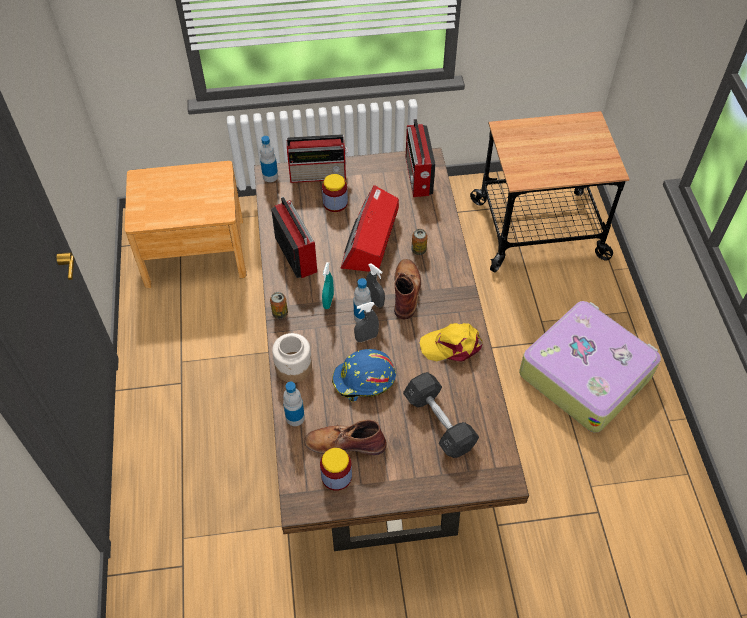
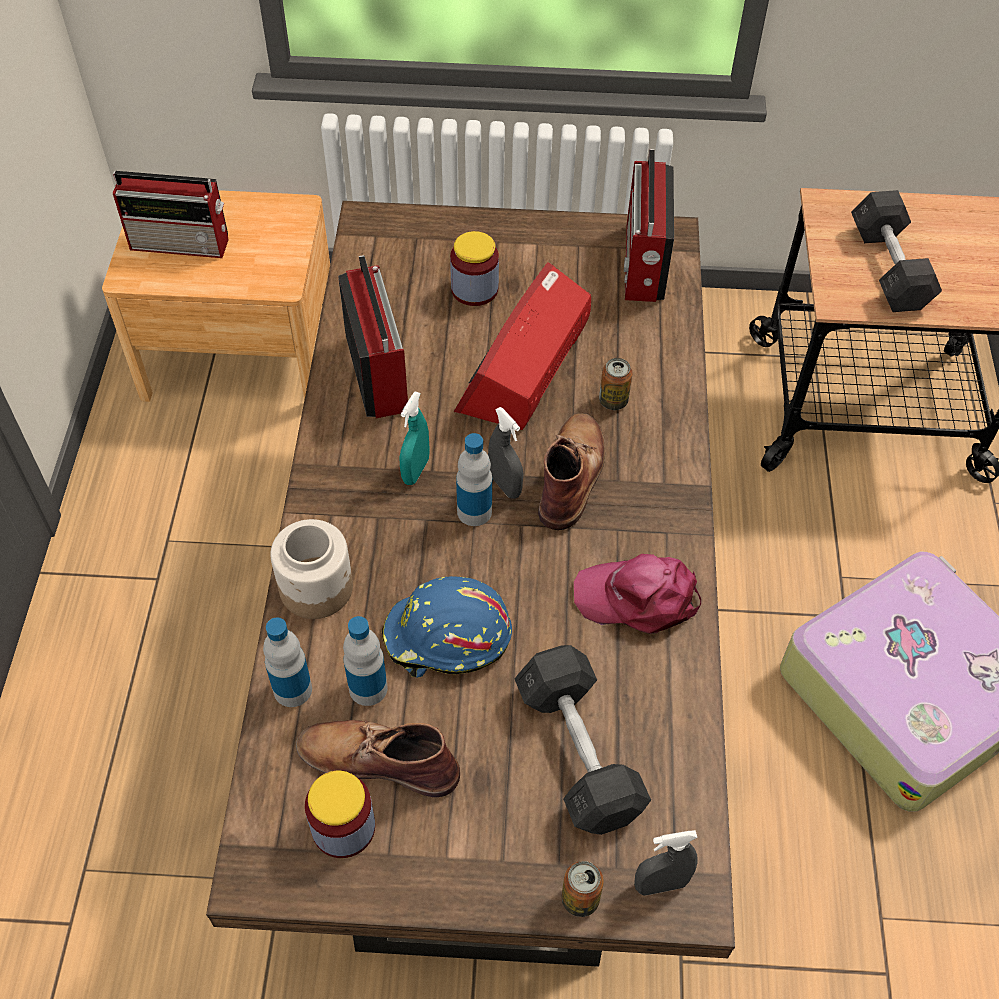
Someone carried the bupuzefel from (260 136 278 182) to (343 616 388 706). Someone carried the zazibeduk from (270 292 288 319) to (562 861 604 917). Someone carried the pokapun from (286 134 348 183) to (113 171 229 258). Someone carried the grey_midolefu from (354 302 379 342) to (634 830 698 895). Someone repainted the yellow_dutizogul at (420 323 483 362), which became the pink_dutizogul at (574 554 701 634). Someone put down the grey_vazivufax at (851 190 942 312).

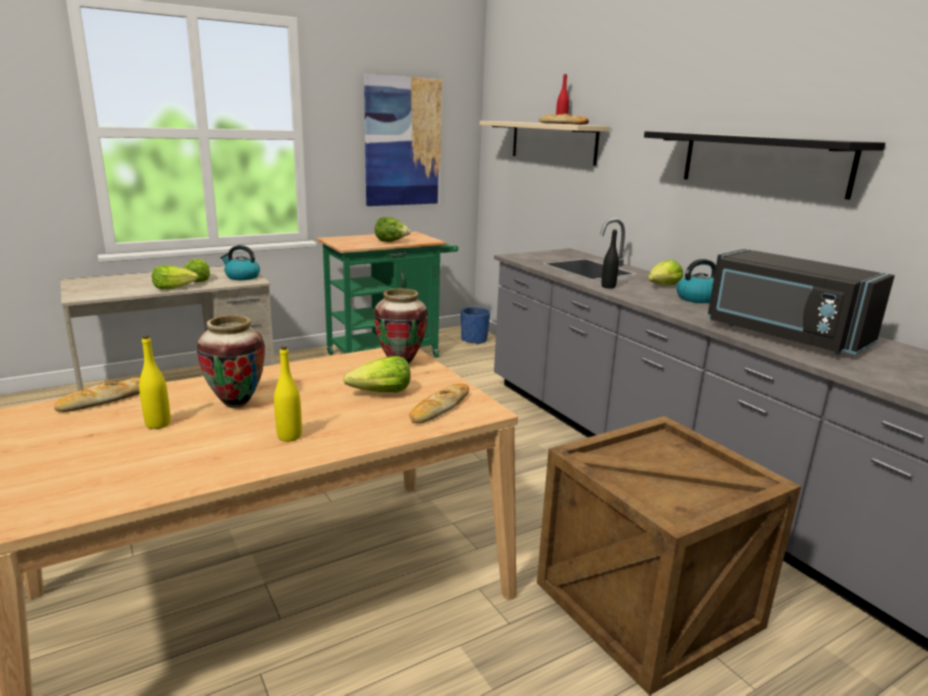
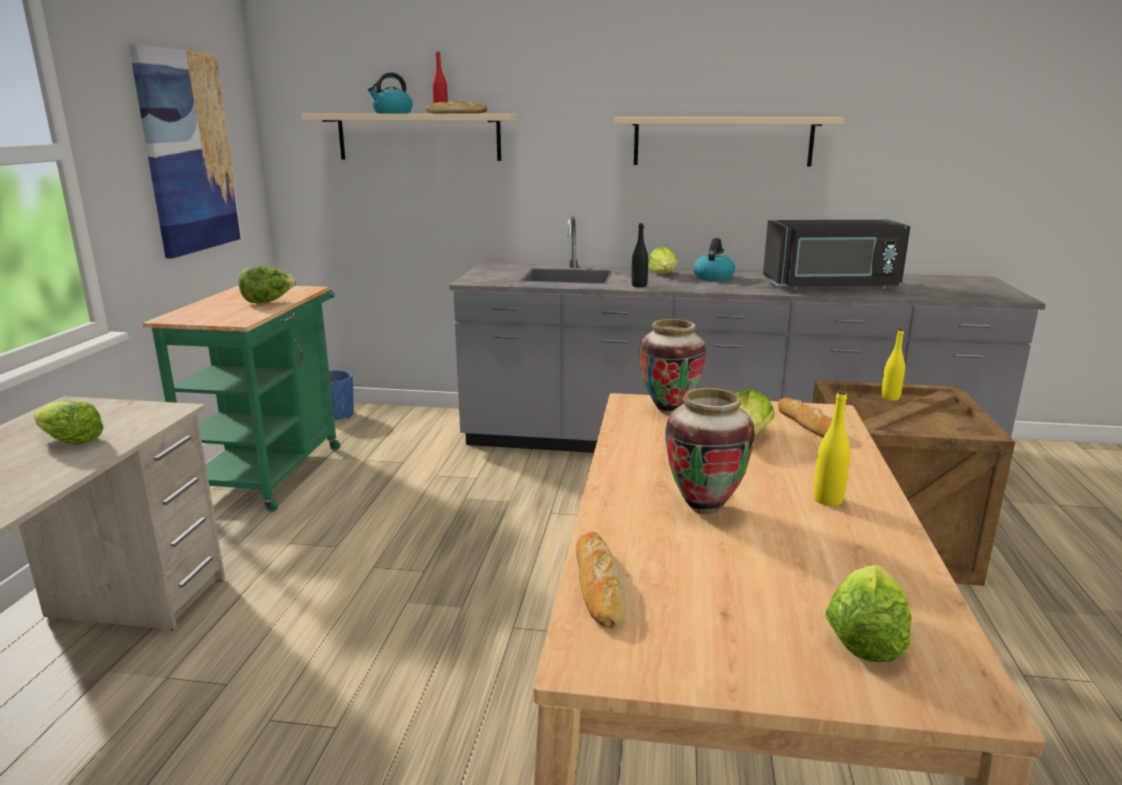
Someone carried the yellow_bupuzefel from (139 335 170 429) to (881 329 905 401). Someone carried the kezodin from (152 265 198 289) to (825 565 912 662). Someone carried the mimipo from (220 245 260 280) to (367 72 413 113). Someone repainted the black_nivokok at (644 131 885 200), which became the beige_nivokok at (614 117 844 167).

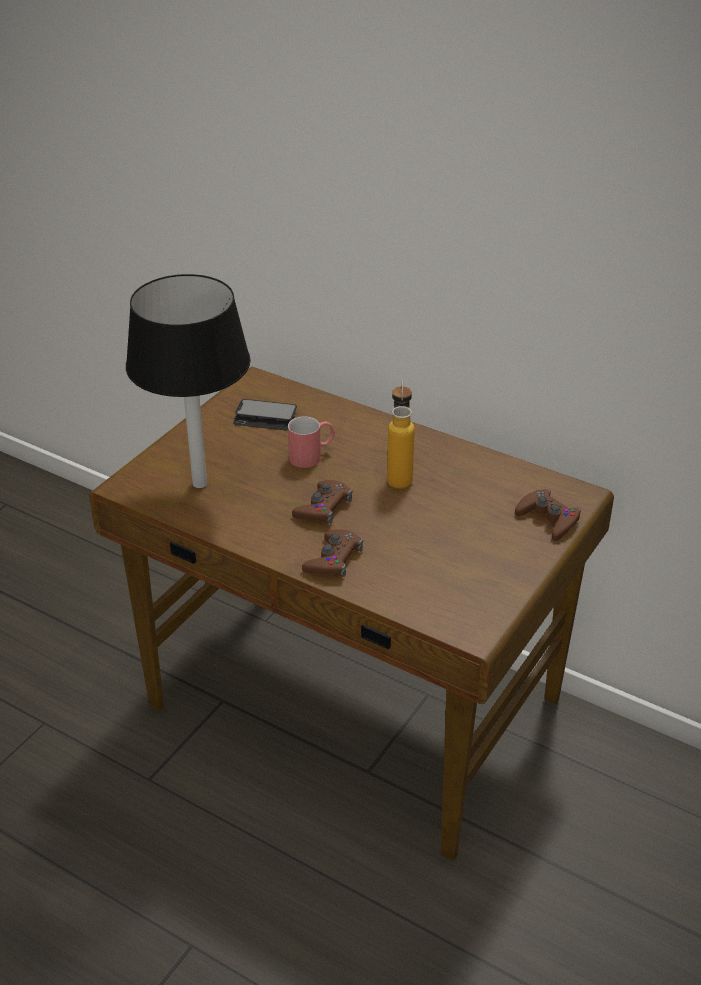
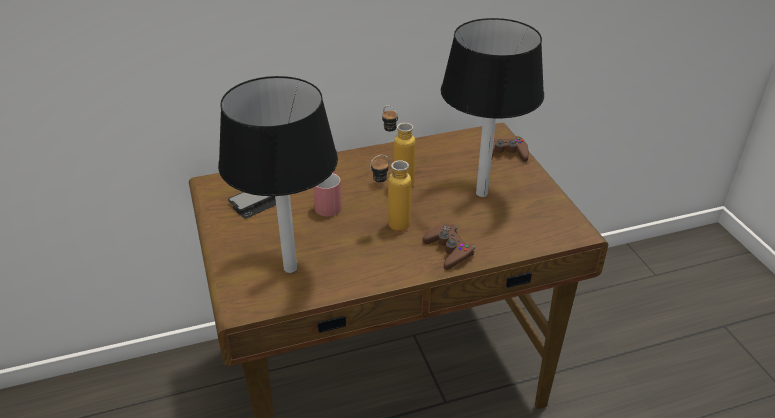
Someone swapped the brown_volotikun at (292 480 353 524) for the bupuzefel at (370 155 411 231). Someone put down the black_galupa at (441 18 544 197).

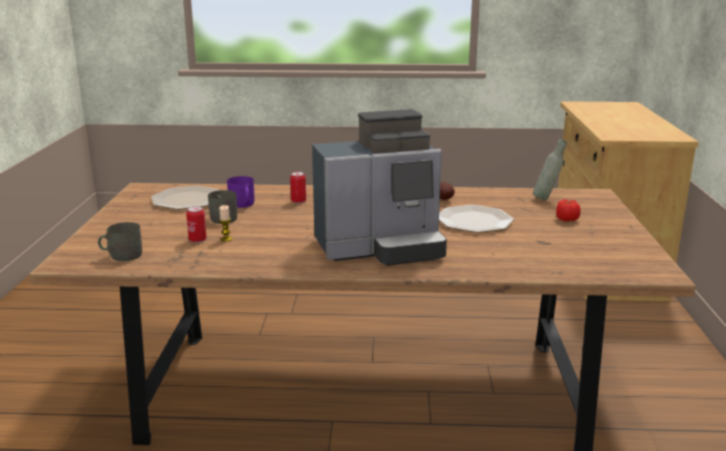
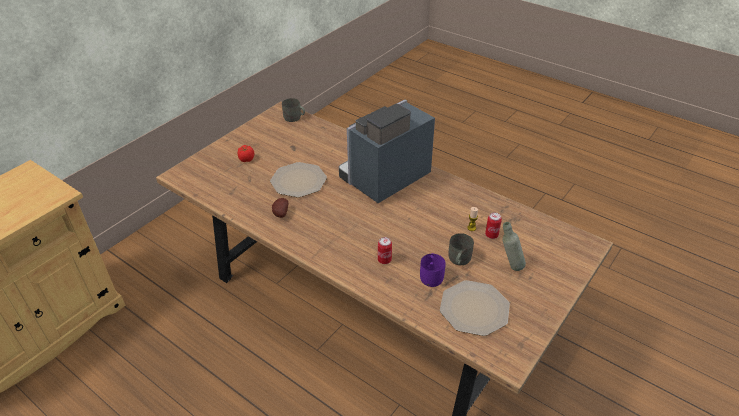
Someone carried the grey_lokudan from (98 222 142 261) to (282 98 305 122). Someone rotated the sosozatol at (312 109 447 266) by 60 degrees counterclockwise. Someone carried the grey_bupuzefel from (533 139 567 200) to (503 222 526 271).

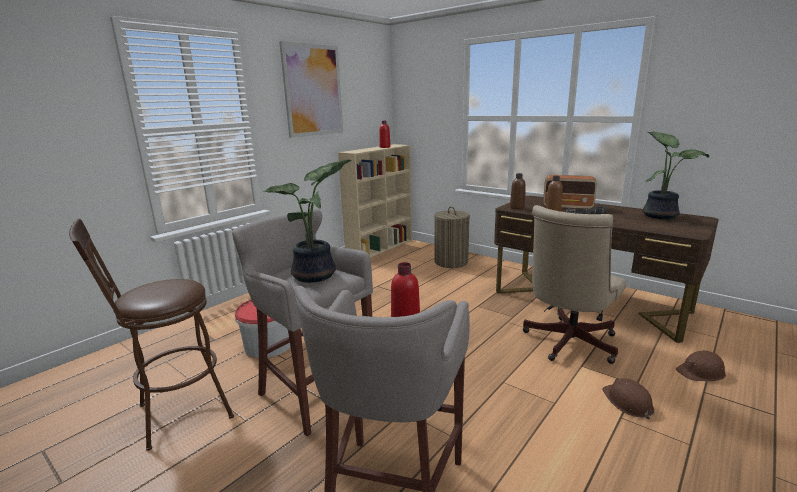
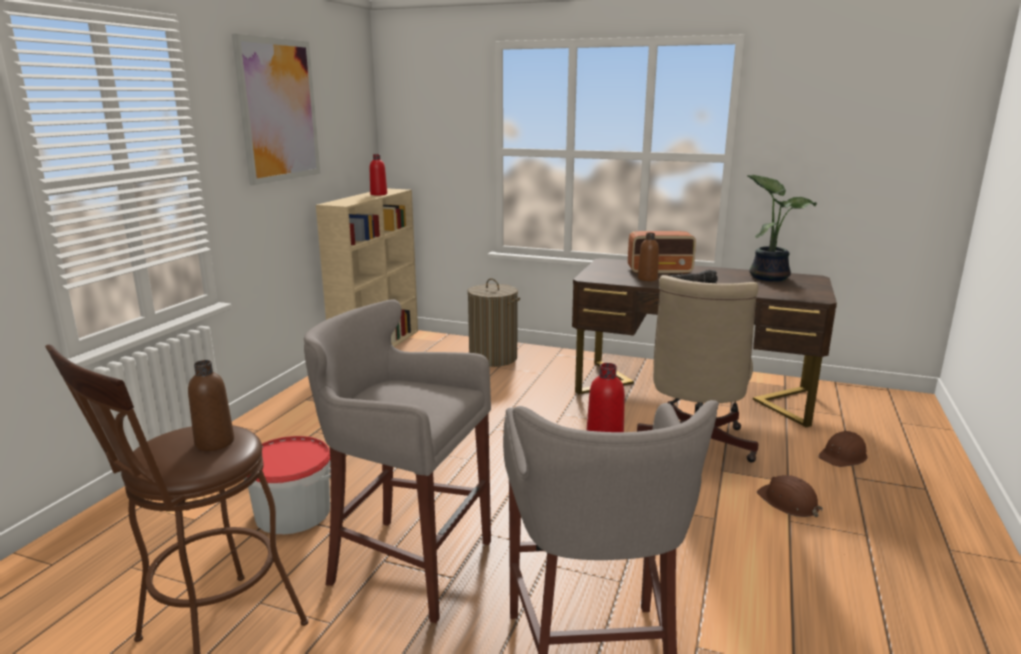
Someone took away the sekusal at (264 159 352 283). Someone carried the brown_bupuzefel from (510 173 526 209) to (188 360 234 451).

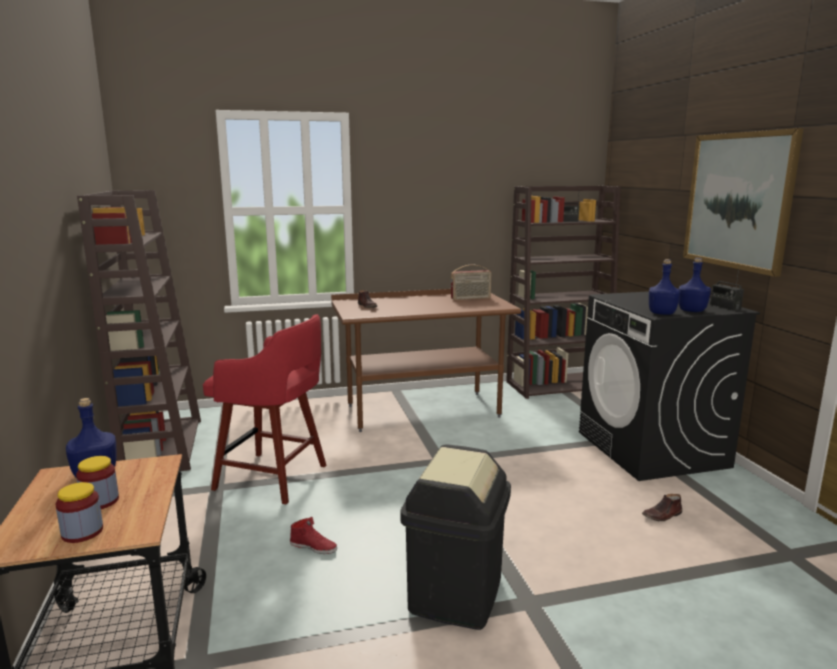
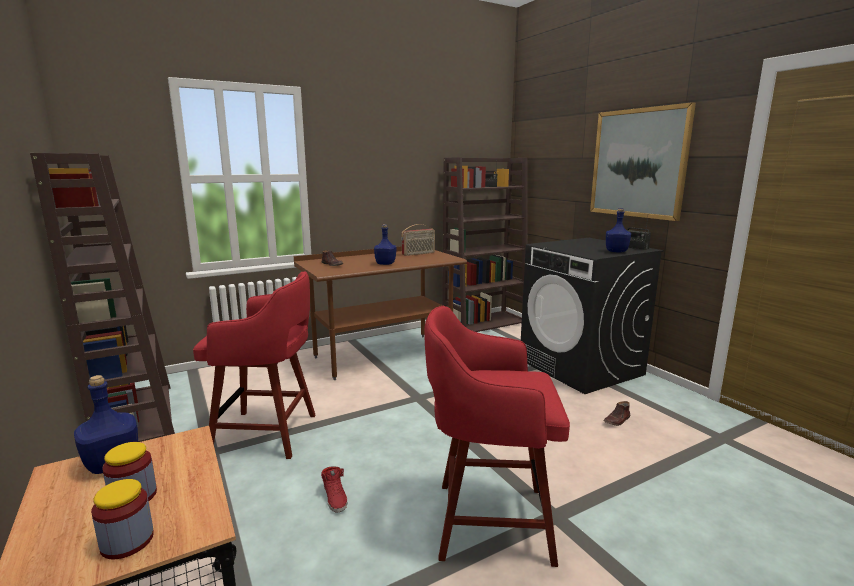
Someone rotated the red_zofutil at (290 517 337 554) by 60 degrees clockwise. Someone swapped the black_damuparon at (400 444 511 630) for the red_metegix at (424 306 570 567). Someone carried the blue_bupuzefel from (649 259 680 315) to (374 224 396 265).

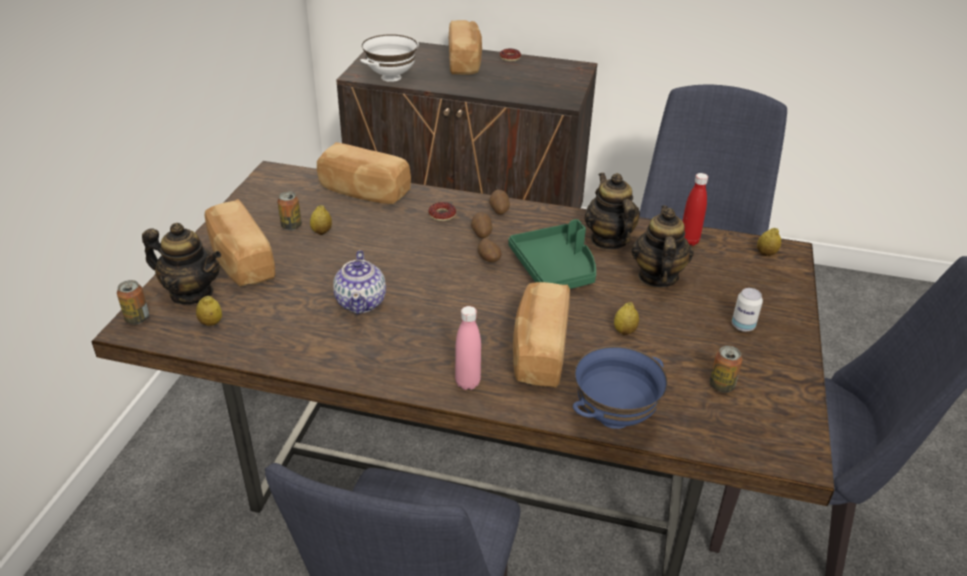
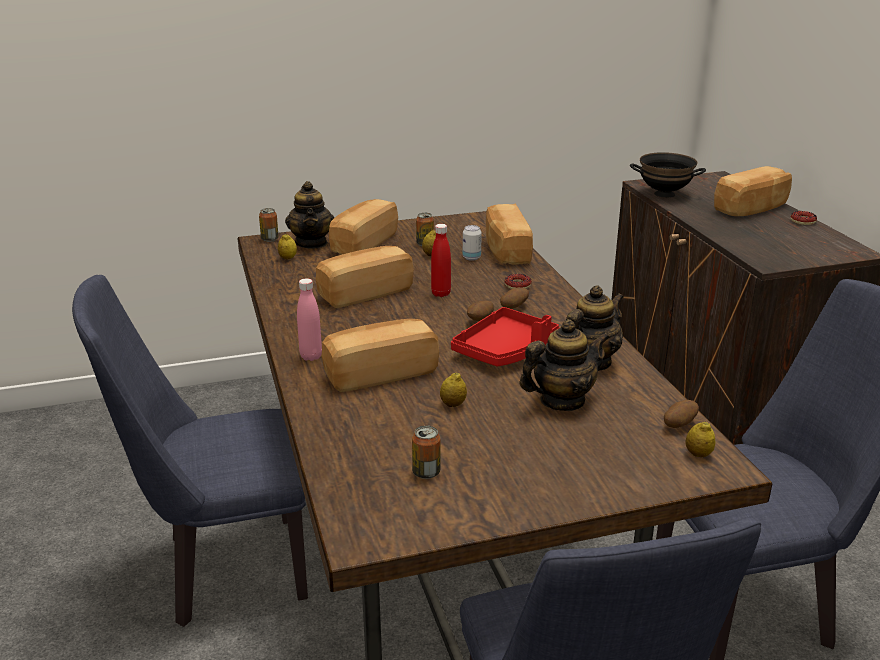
Someone swapped the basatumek at (333 250 386 314) for the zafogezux at (316 246 414 308). Someone repainted the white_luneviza at (360 34 419 82), which became the black_luneviza at (630 152 706 198). Someone carried the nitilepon from (489 190 510 215) to (664 400 699 428). Someone repainted the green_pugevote at (508 219 596 289), which became the red_pugevote at (451 307 560 367). Someone took away the blue_luneviza at (573 346 667 429). Someone carried the red_bupuzefel from (683 173 708 246) to (431 224 451 297). Someone carried the zazibeduk from (732 288 763 332) to (463 225 482 261).

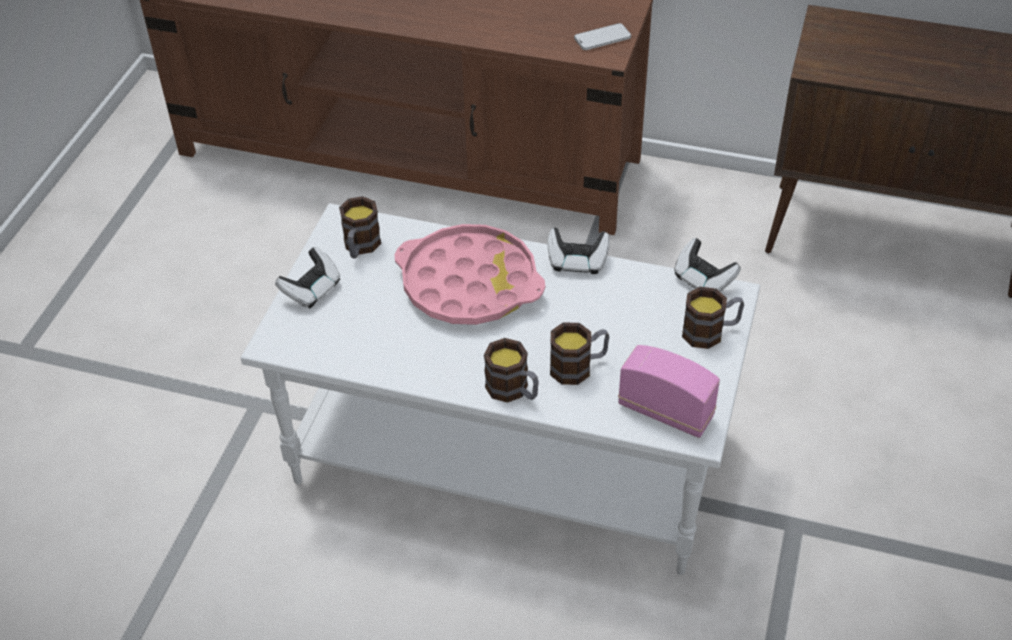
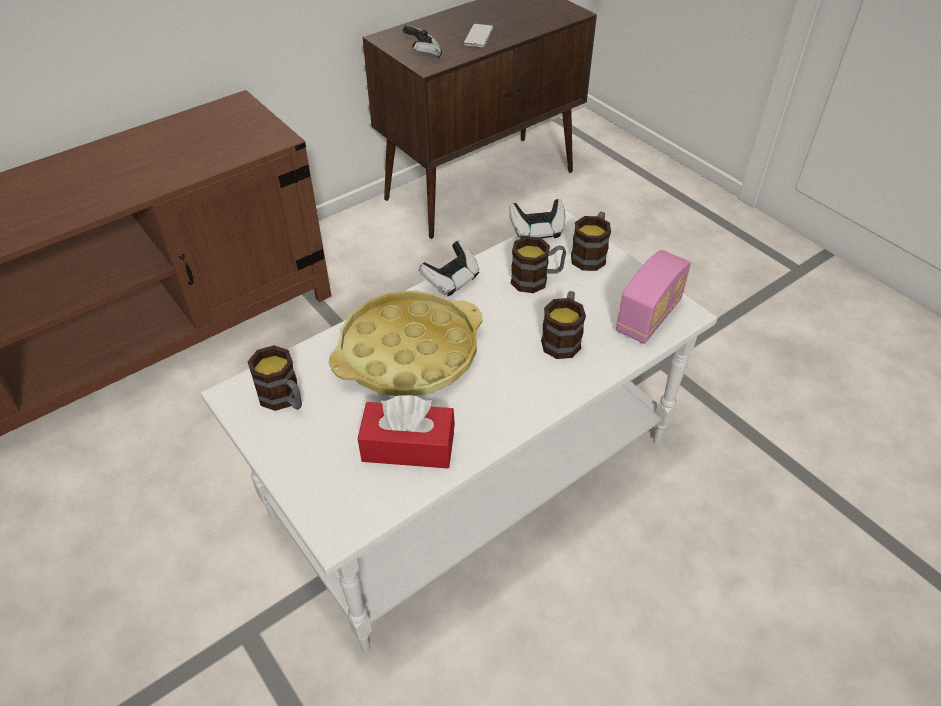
Someone carried the volotikun from (275 247 340 309) to (403 25 442 58). Someone repainted the pink_pugevote at (395 224 545 325), which became the yellow_pugevote at (329 291 482 396). Someone carried the lokudan from (484 338 539 403) to (511 236 566 293). Someone carried the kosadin from (574 23 631 50) to (463 24 493 47). Someone rotated the pokapun at (618 345 720 438) by 150 degrees clockwise. Someone put down the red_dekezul at (358 395 455 469).

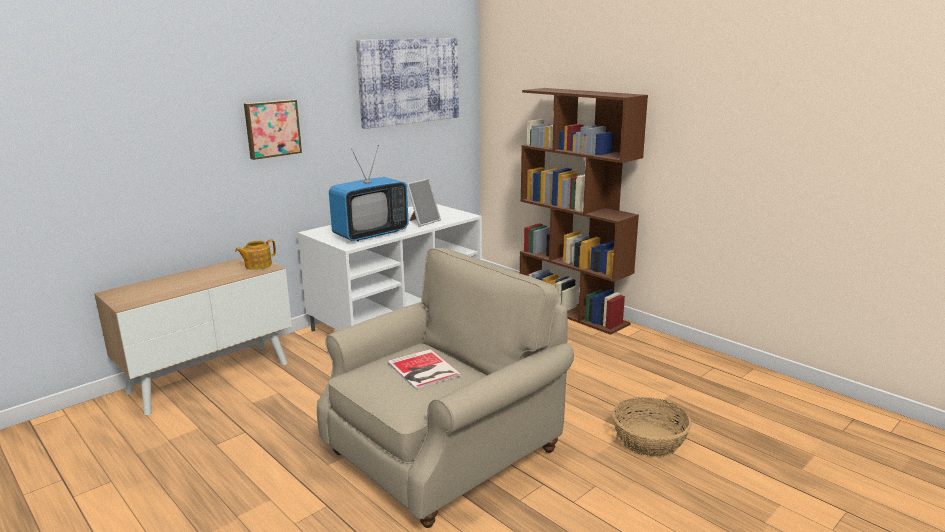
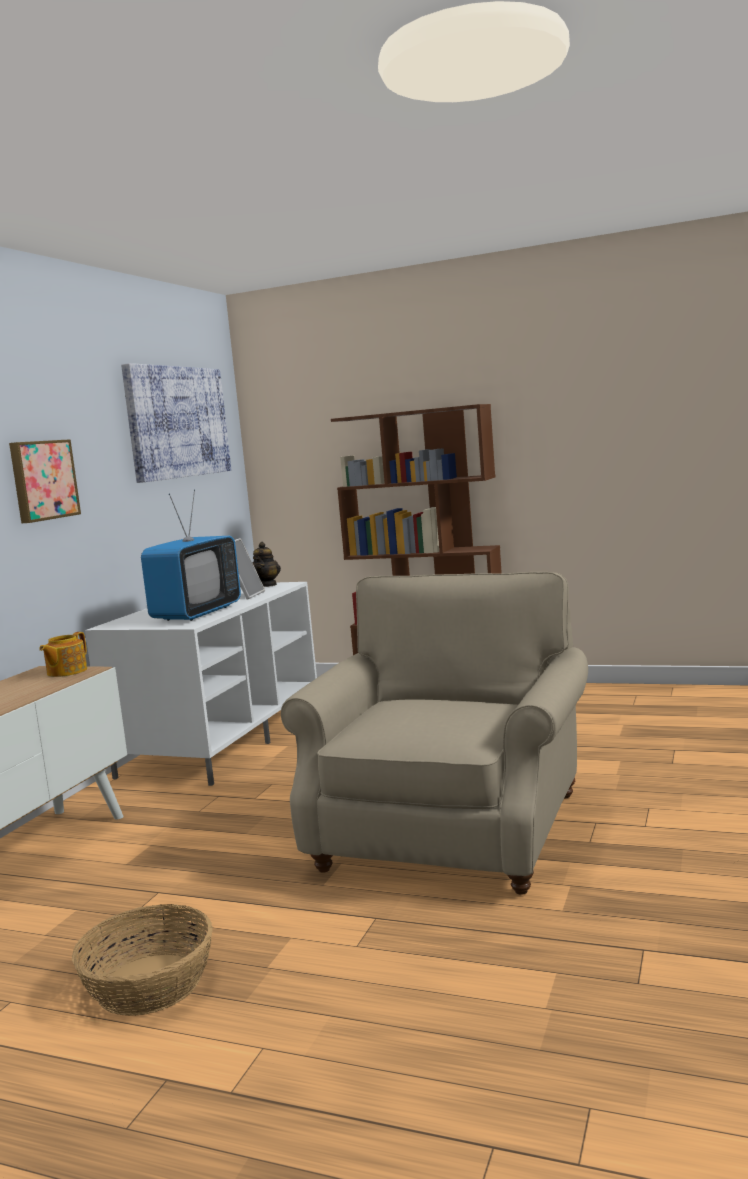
Someone took away the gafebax at (387 349 461 390). Someone carried the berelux from (612 397 692 457) to (72 904 213 1016). Someone put down the basatumek at (252 542 281 587).

